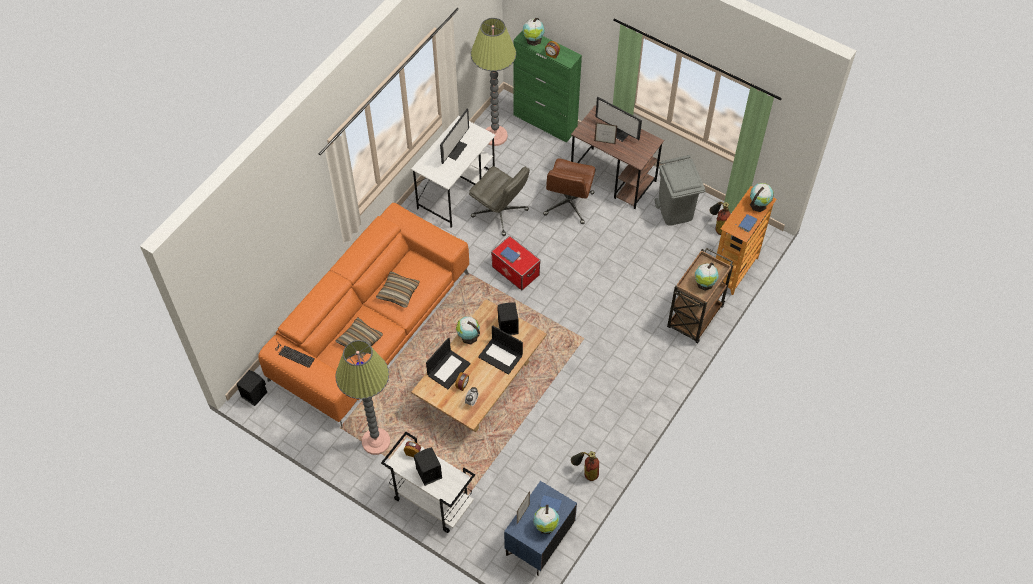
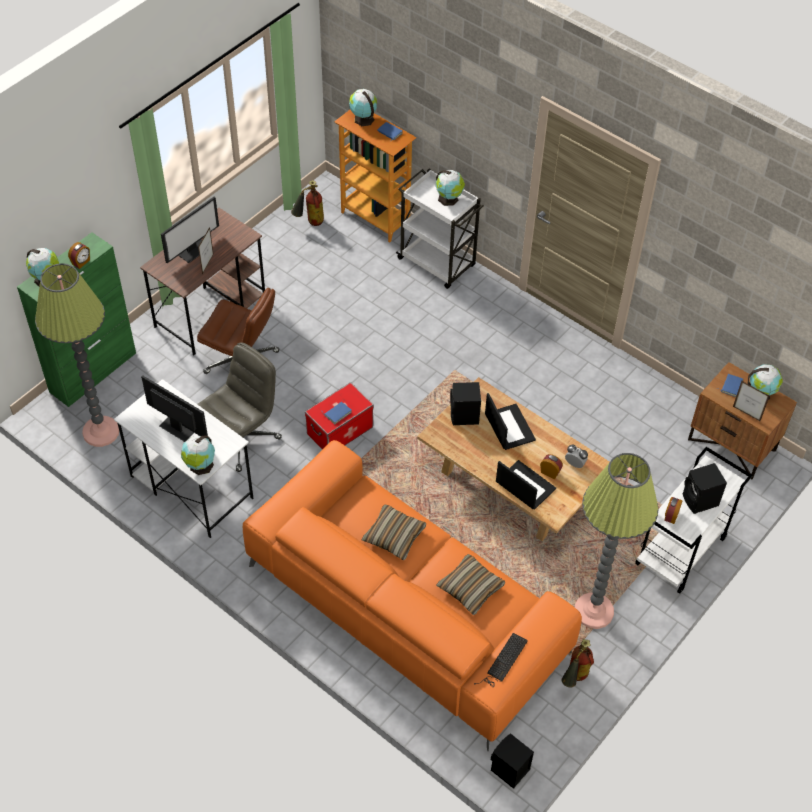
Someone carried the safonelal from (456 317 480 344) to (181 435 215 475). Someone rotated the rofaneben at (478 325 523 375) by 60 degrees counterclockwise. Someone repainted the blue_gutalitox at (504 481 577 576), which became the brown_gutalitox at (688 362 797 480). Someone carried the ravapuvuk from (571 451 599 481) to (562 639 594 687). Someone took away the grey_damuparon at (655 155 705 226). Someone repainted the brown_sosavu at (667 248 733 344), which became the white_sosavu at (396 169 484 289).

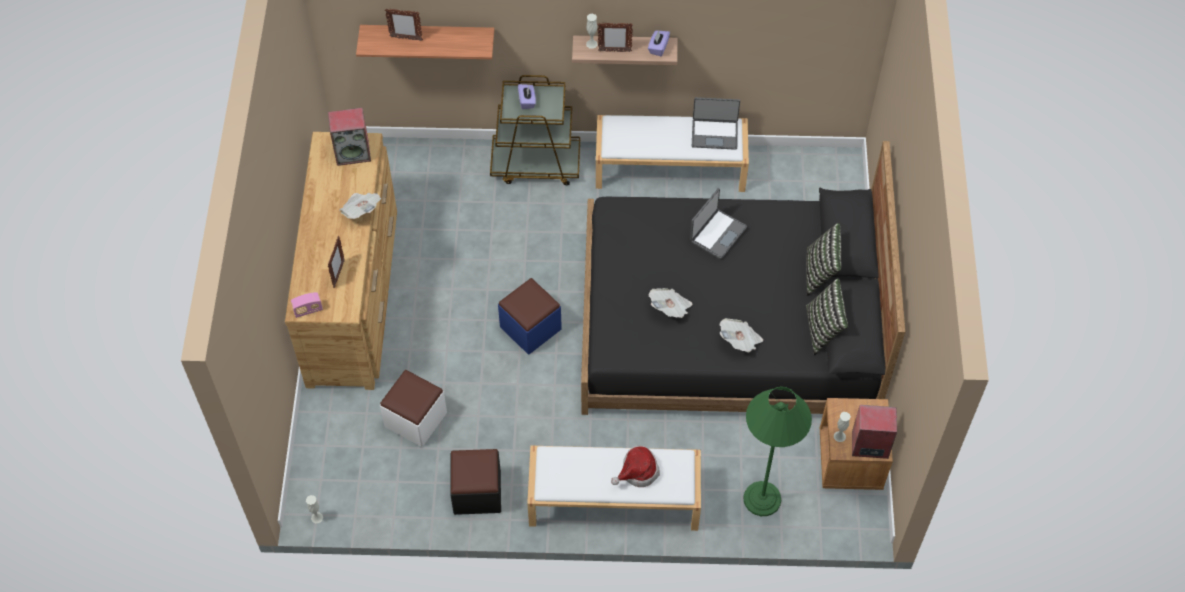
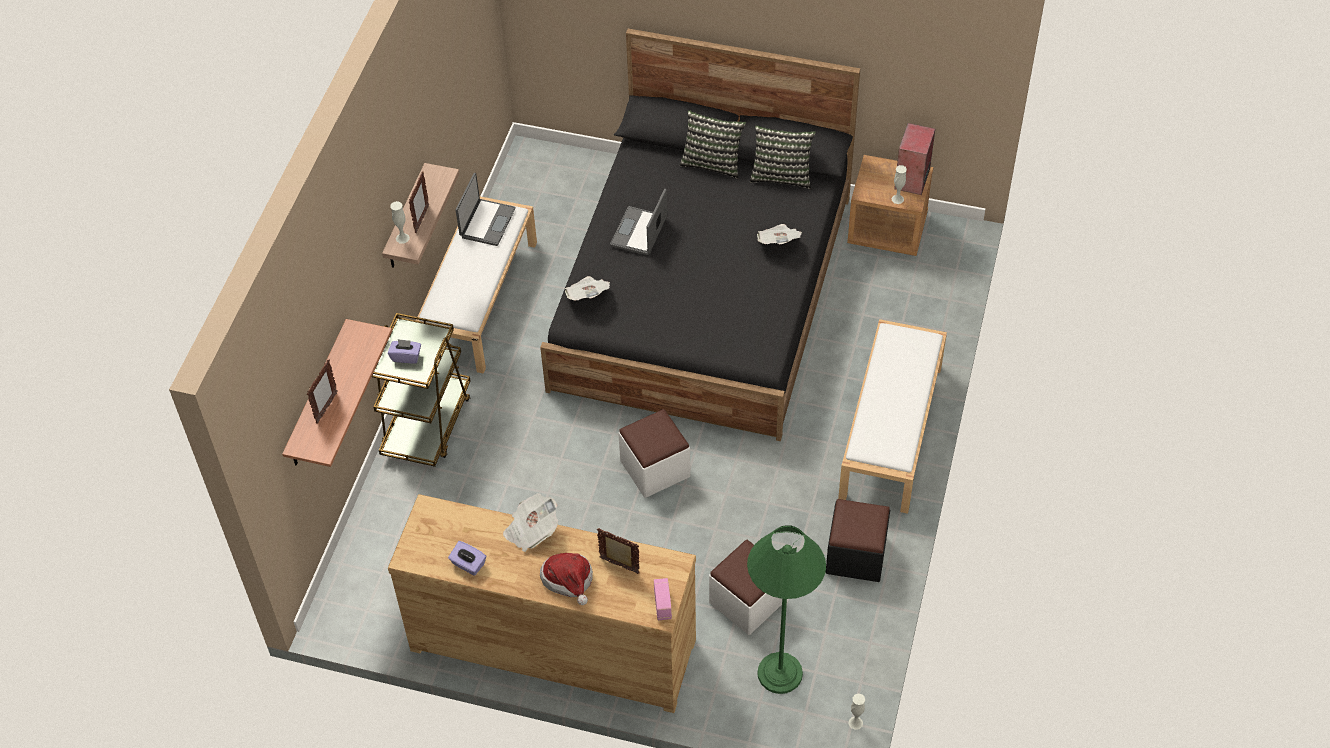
Someone took away the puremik at (328 108 371 166). Someone repainted the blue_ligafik at (498 278 562 354), which became the white_ligafik at (618 409 691 498). Someone carried the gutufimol from (611 445 660 487) to (540 553 593 605). Someone carried the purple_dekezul from (648 30 670 56) to (448 541 486 576). Someone carried the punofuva from (649 288 693 318) to (565 276 610 300). Someone rotated the rofaneben at (690 188 747 259) by 120 degrees counterclockwise. Someone carried the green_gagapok from (743 386 812 516) to (747 525 826 694).

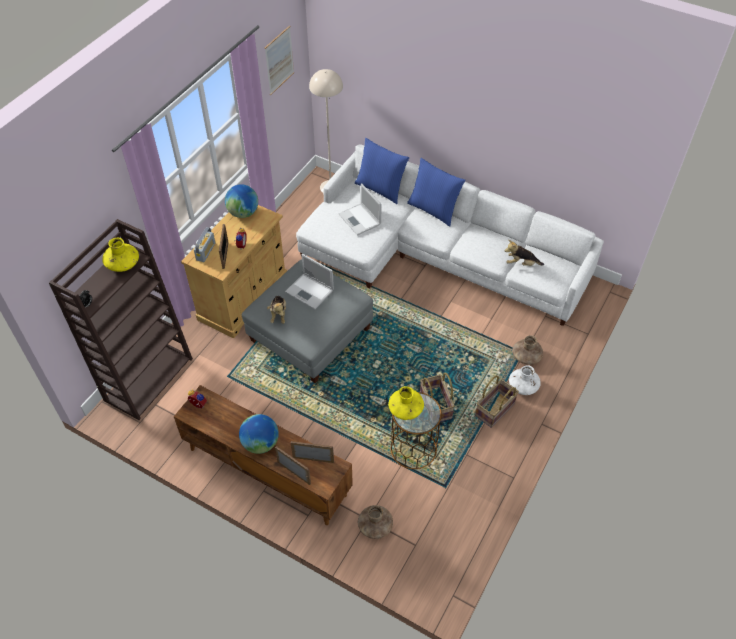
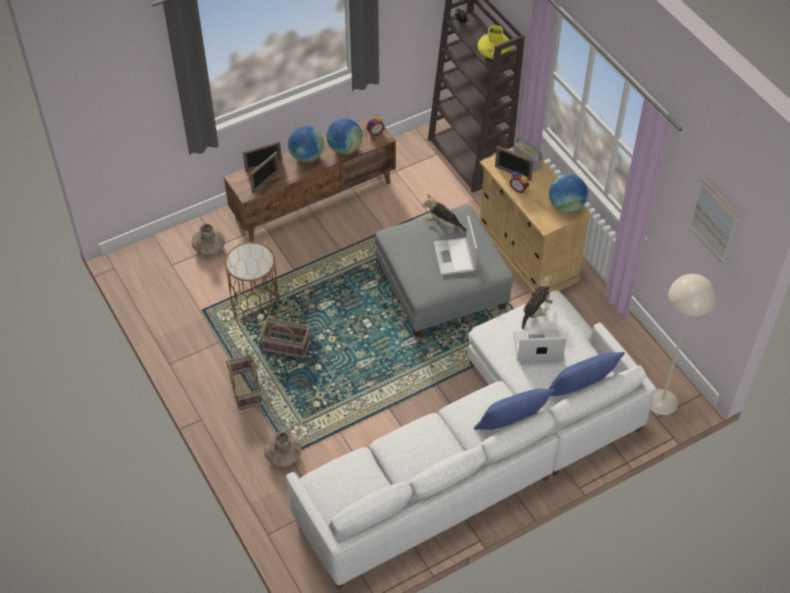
Someone rotated the rofaneben at (285 254 334 309) by 75 degrees counterclockwise. Someone took away the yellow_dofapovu at (388 386 424 420). Someone carried the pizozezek from (505 240 544 266) to (522 275 553 329). Someone took away the white_dofapovu at (509 365 541 395). Someone put down the safonelal at (327 118 362 154).

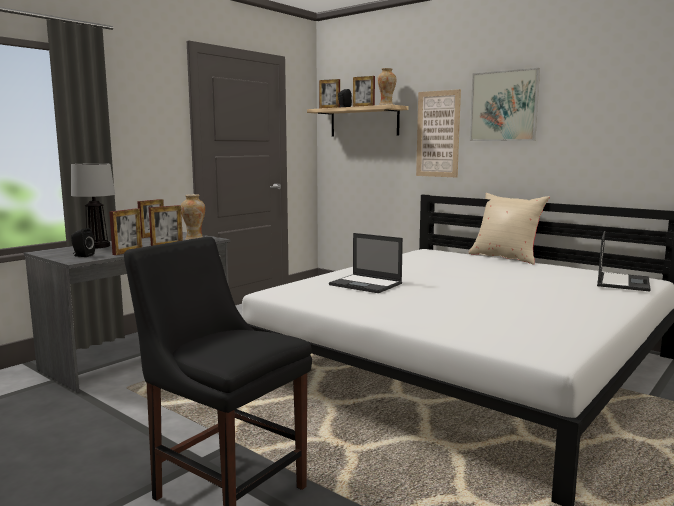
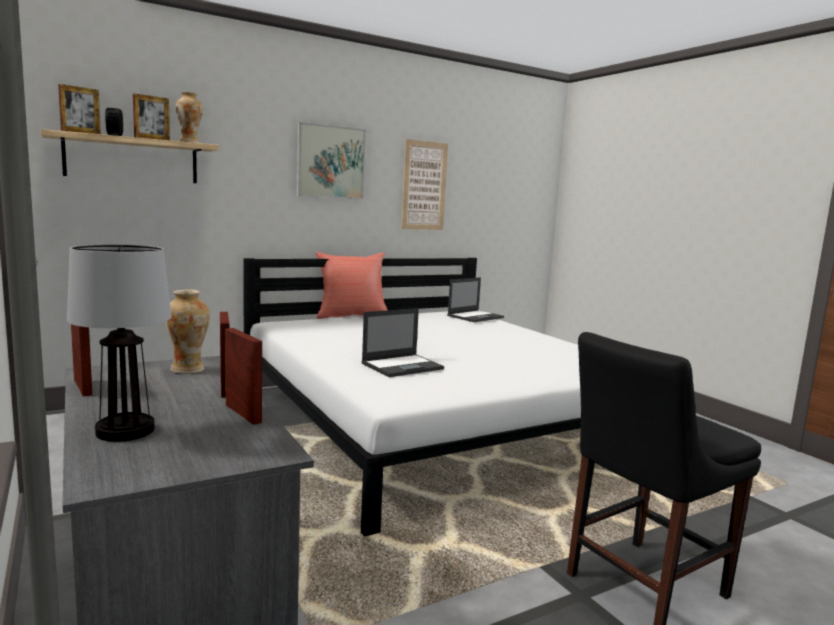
Someone took away the black_puremik at (71 228 95 257). Someone carried the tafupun from (416 89 461 177) to (401 139 448 230). Someone repainted the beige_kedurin at (468 193 550 265), which became the red_kedurin at (316 252 388 319). Someone rotated the rofaneben at (597 231 650 291) by 90 degrees clockwise.

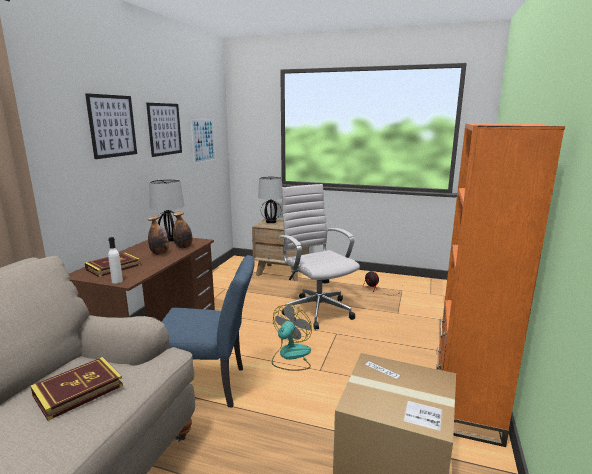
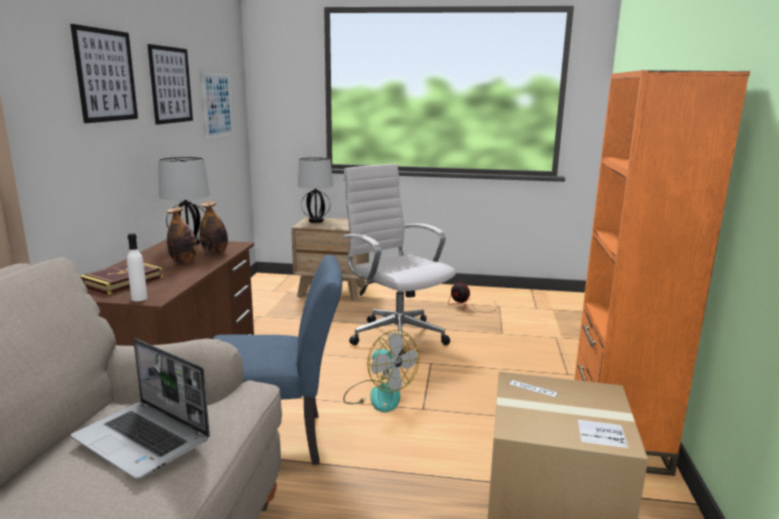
Someone swapped the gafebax at (30 357 123 421) for the rofaneben at (70 338 210 479). Someone rotated the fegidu at (272 304 312 371) by 120 degrees clockwise.

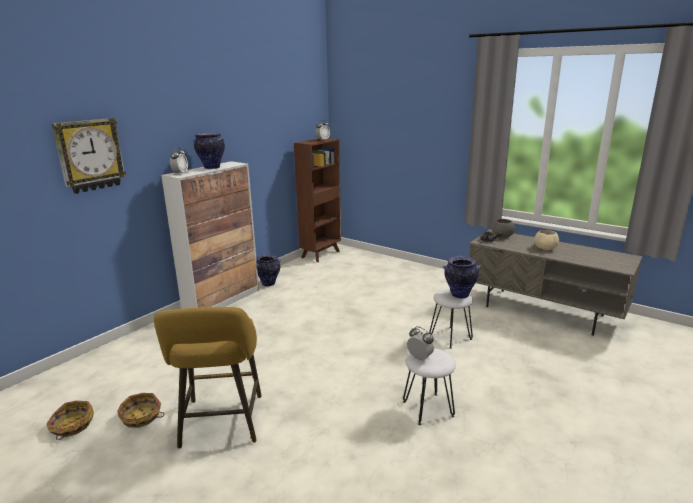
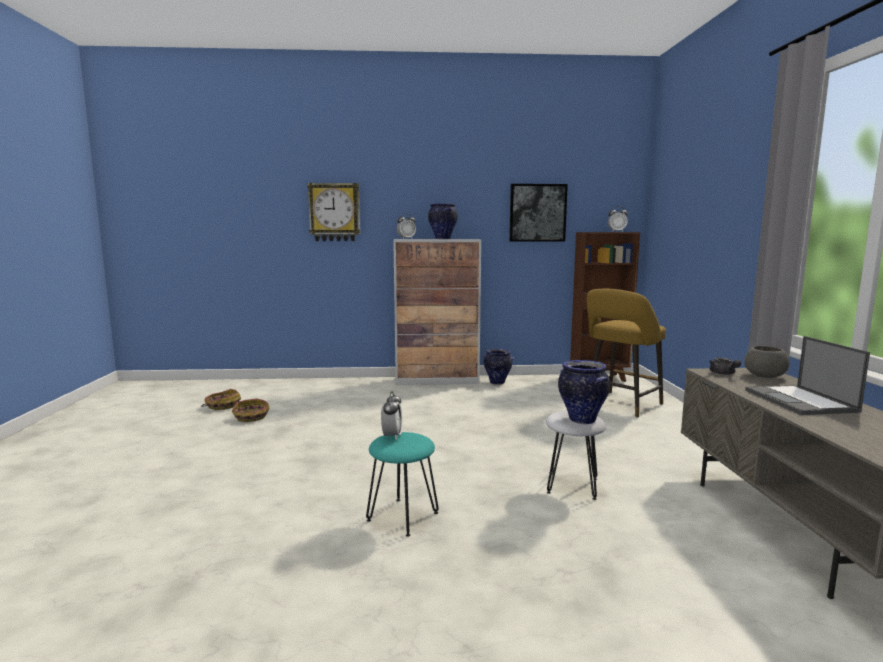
Someone carried the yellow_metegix from (154 307 261 449) to (587 289 666 418). Someone repainted the white_metegix at (403 348 456 425), which became the turquoise_metegix at (366 432 439 537). Someone swapped the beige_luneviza at (534 230 559 250) for the rofaneben at (745 336 870 415). Someone put up the tafupun at (509 184 568 242).

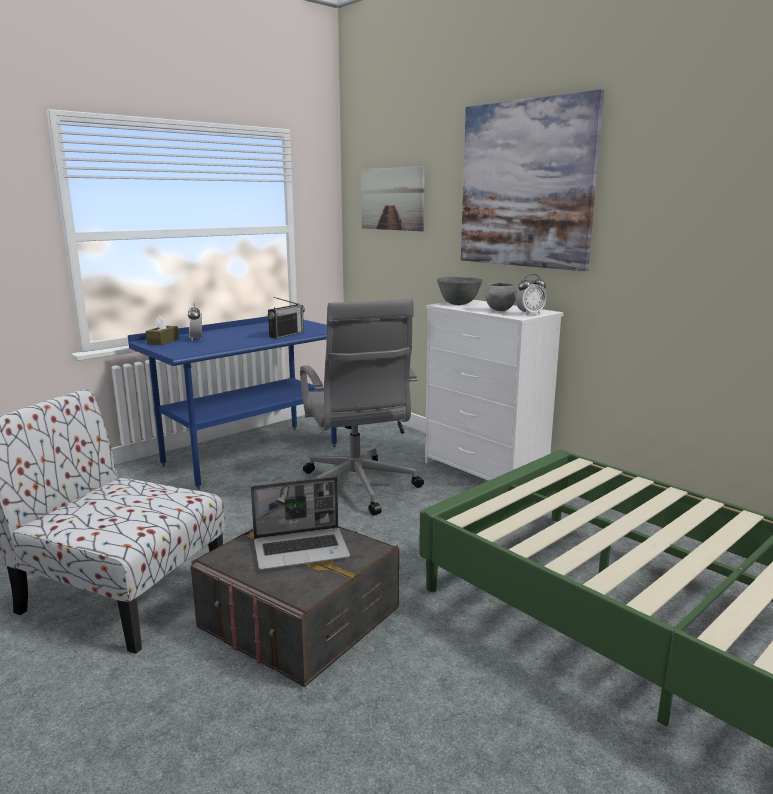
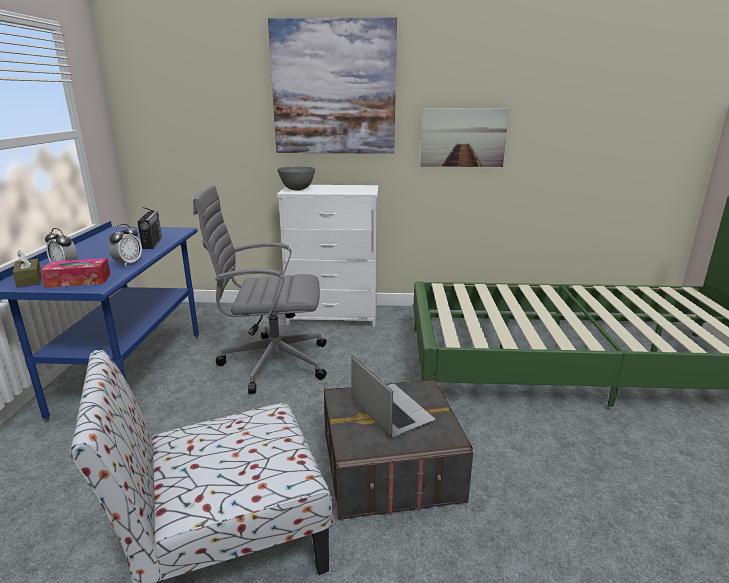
Someone rotated the rofaneben at (251 477 350 570) by 60 degrees counterclockwise. Someone rotated the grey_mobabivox at (300 299 424 515) by 150 degrees clockwise. Someone carried the tafupun from (361 166 425 231) to (421 109 509 167). Someone took away the grey_luneviza at (485 283 517 311). Someone carried the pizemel from (515 274 546 315) to (109 224 142 267). Someone put down the dekezul at (40 258 111 288).

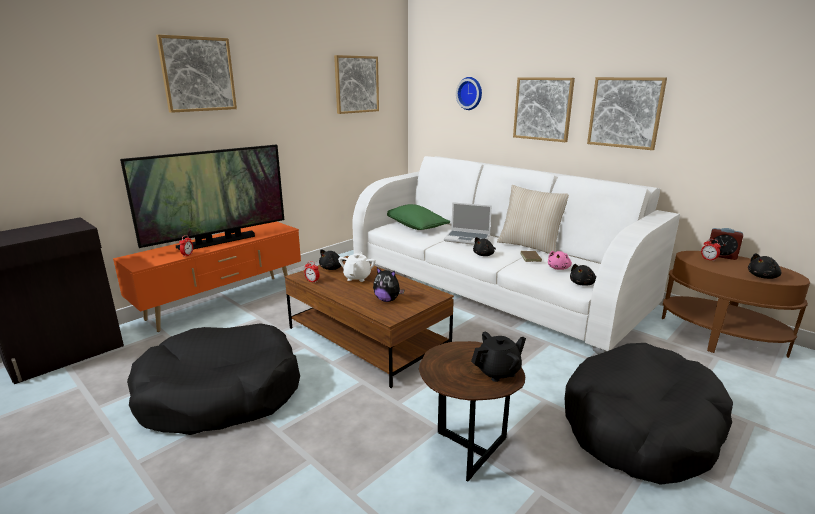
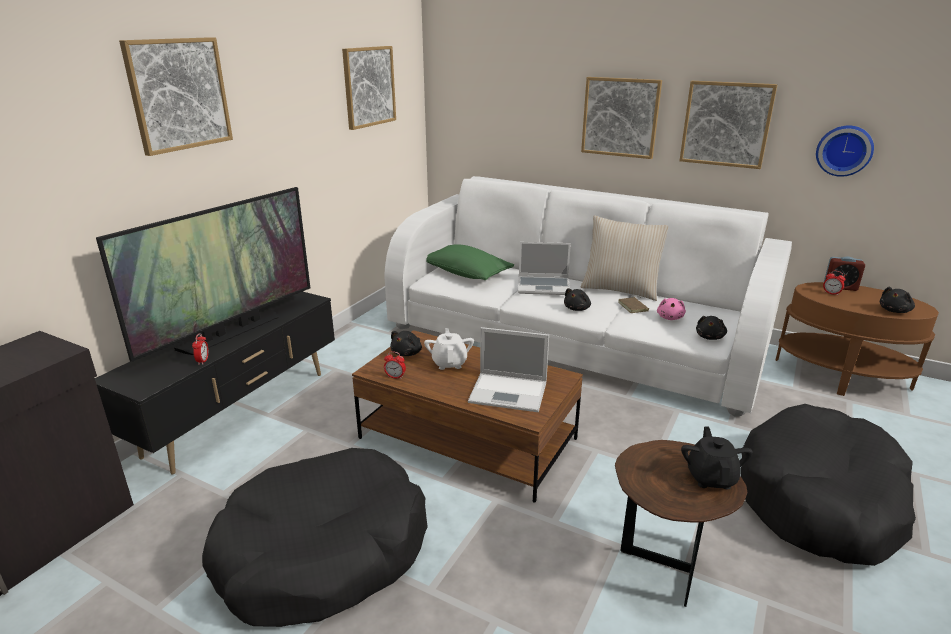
Someone repainted the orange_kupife at (113 222 301 332), which became the black_kupife at (95 292 335 474). Someone swapped the pizozezek at (373 267 405 302) for the rofaneben at (468 327 549 412). Someone carried the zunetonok from (456 77 482 110) to (816 126 874 177). Someone rotated the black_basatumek at (471 332 526 382) by 45 degrees counterclockwise.

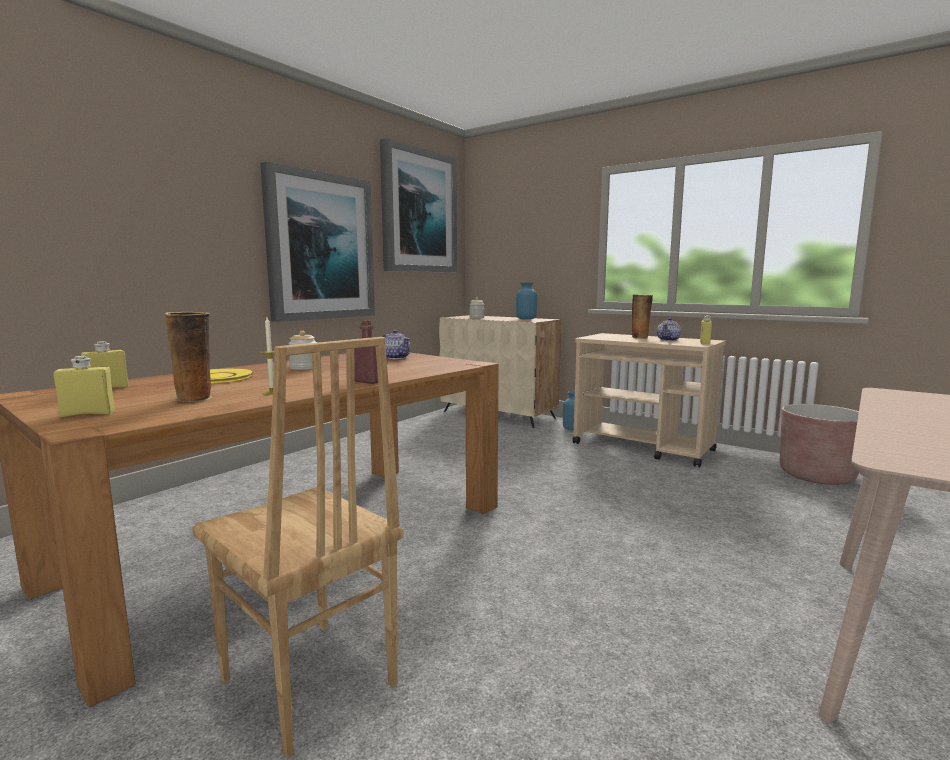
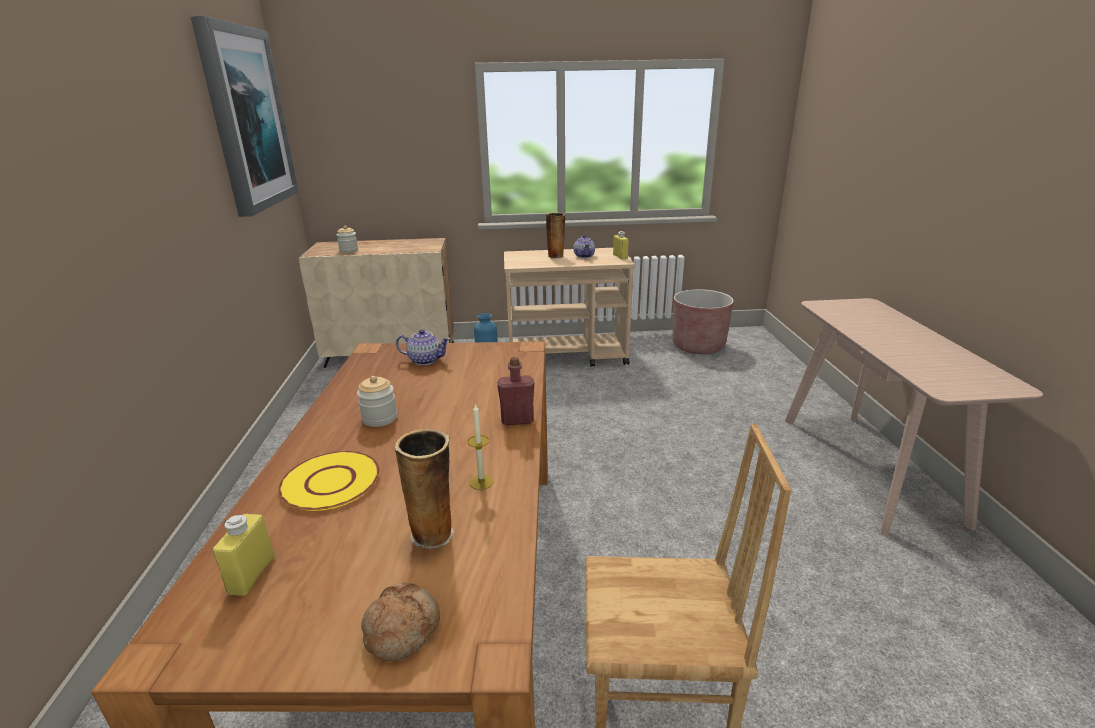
Someone swapped the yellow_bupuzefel at (53 356 115 417) for the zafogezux at (361 583 440 661). Someone took away the tafupun at (260 161 375 322). Someone took away the blue_dofapovu at (516 283 537 319).

